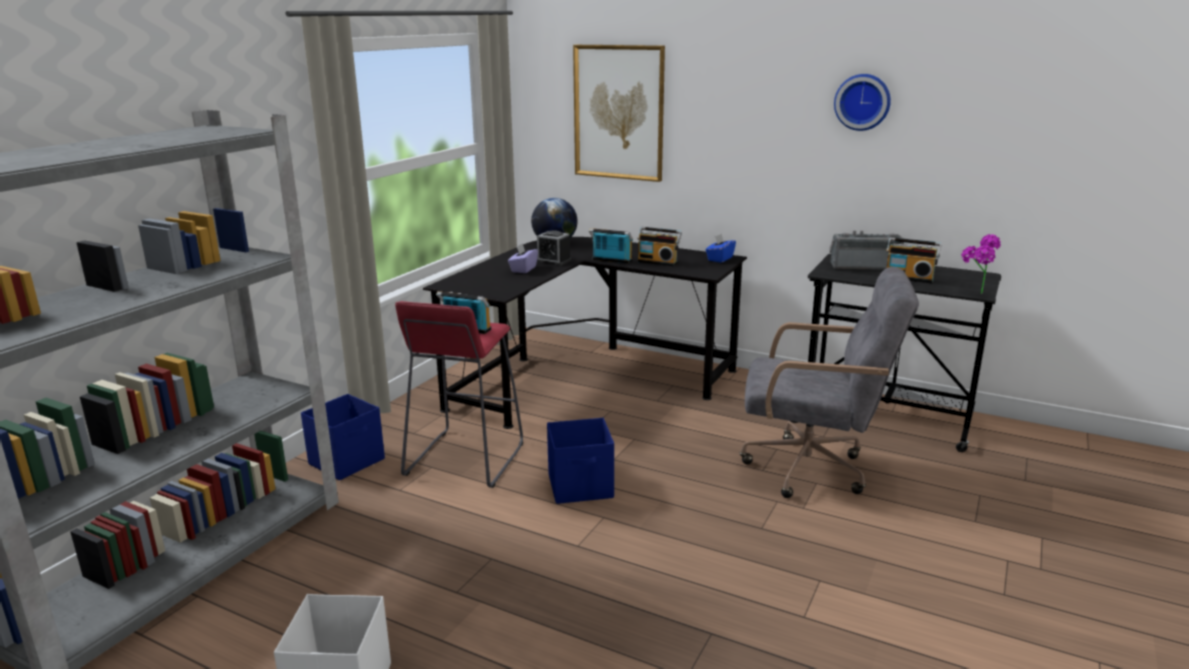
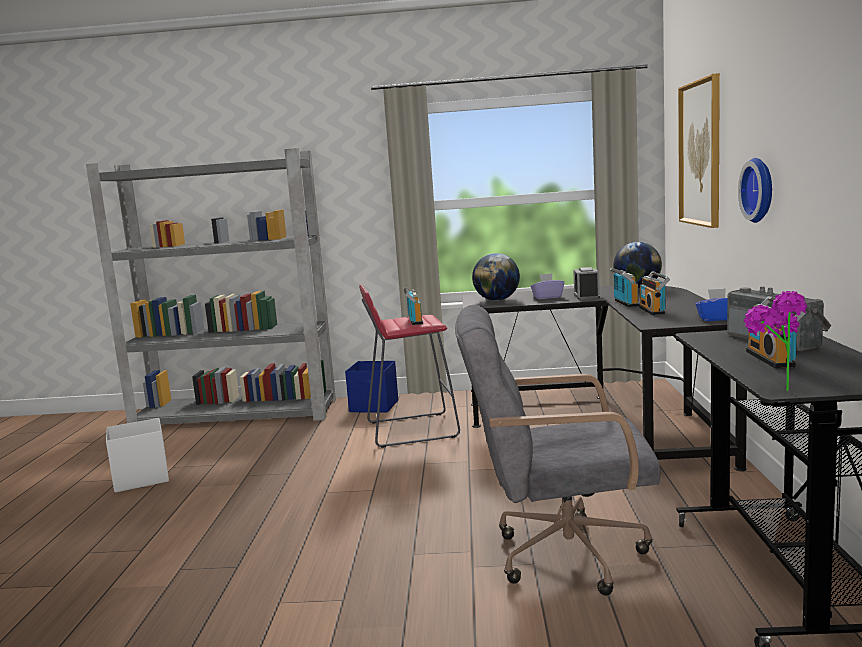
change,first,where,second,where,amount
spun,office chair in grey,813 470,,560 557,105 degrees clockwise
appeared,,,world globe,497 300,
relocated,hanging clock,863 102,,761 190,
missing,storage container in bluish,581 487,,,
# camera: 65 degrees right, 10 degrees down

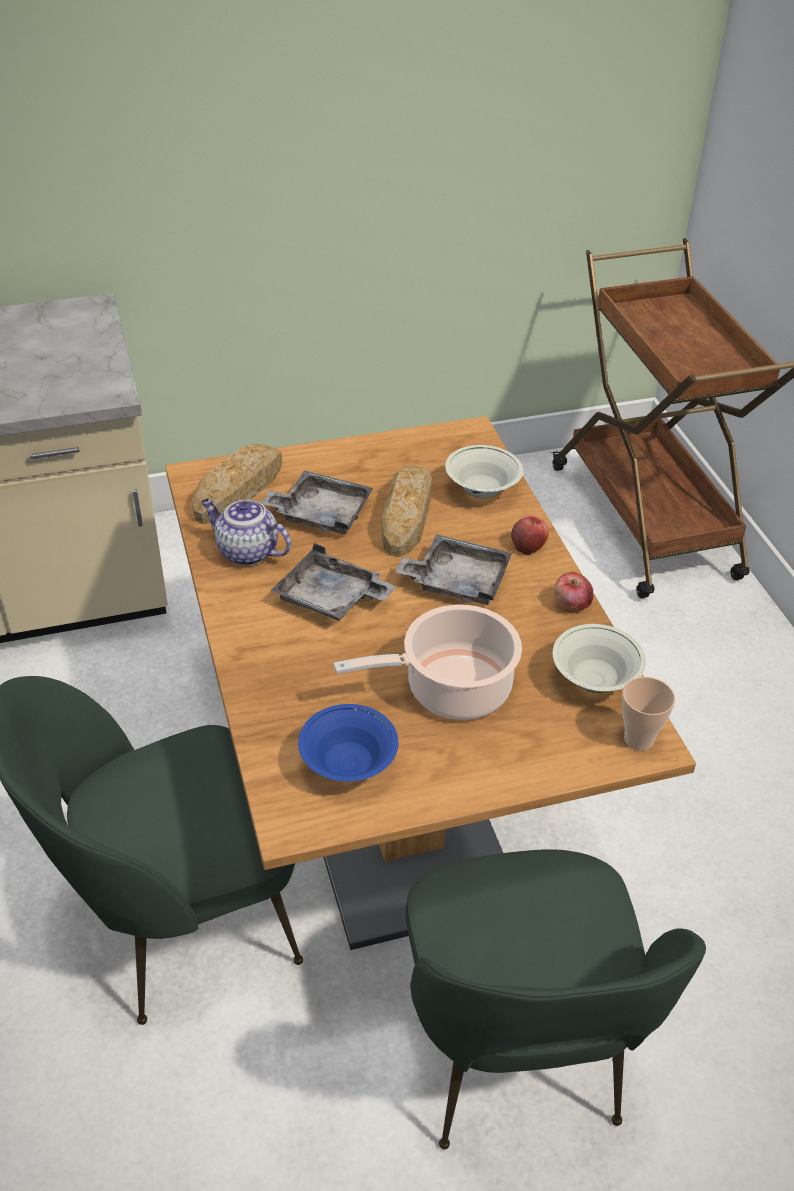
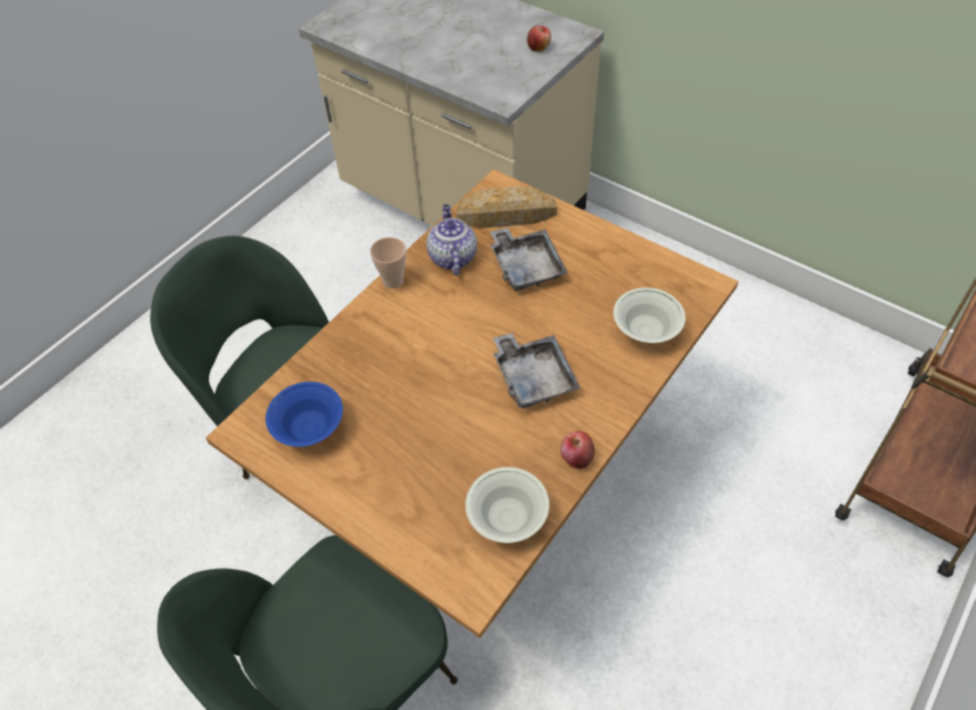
change,first,where,second,where,amount
relocated,drinking cup,638 739,,393 281,
relocated,apple,528 546,,538 47,
missing,carrying tray in grey,331 599,,,
missing,stockpot,451 689,,,
missing,bread,407 515,,,
# camera: 55 degrees right, 10 degrees up

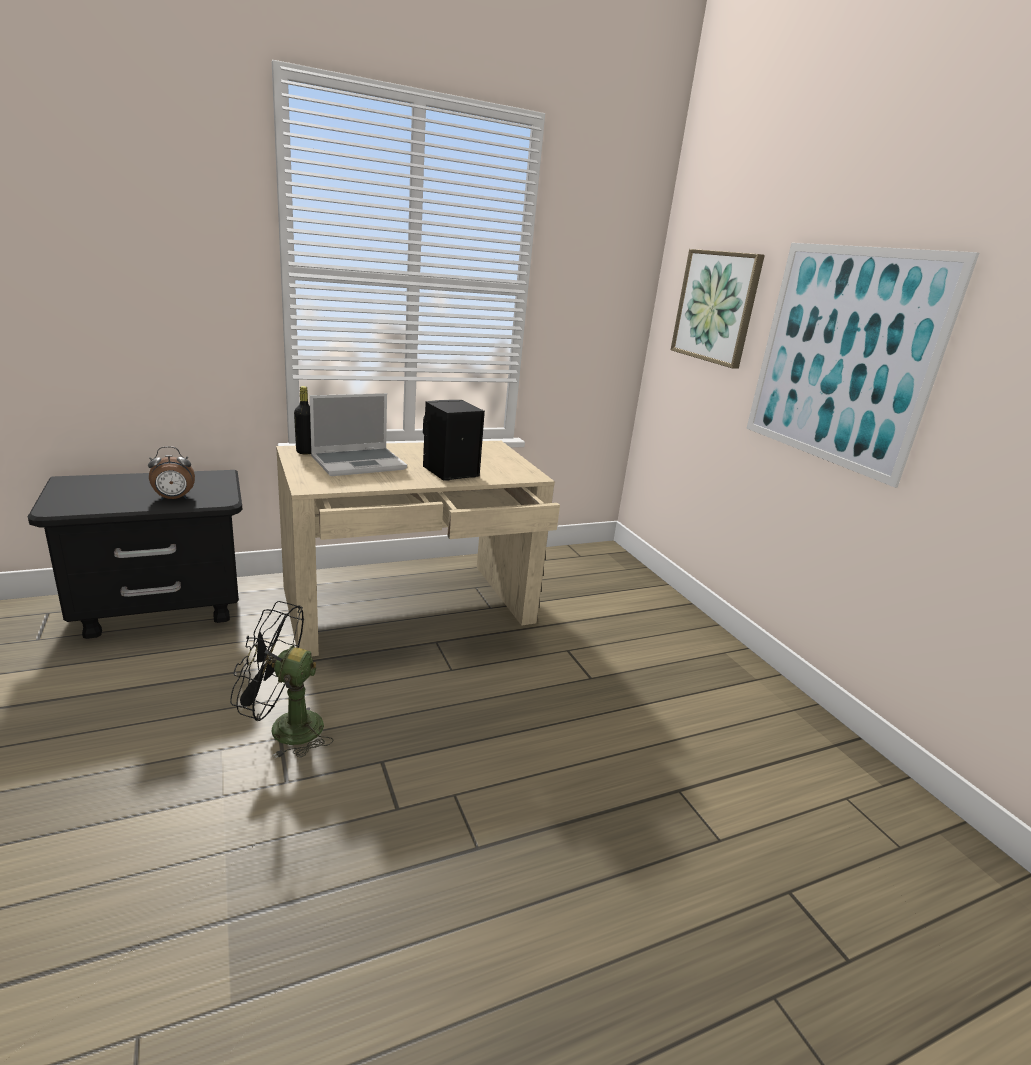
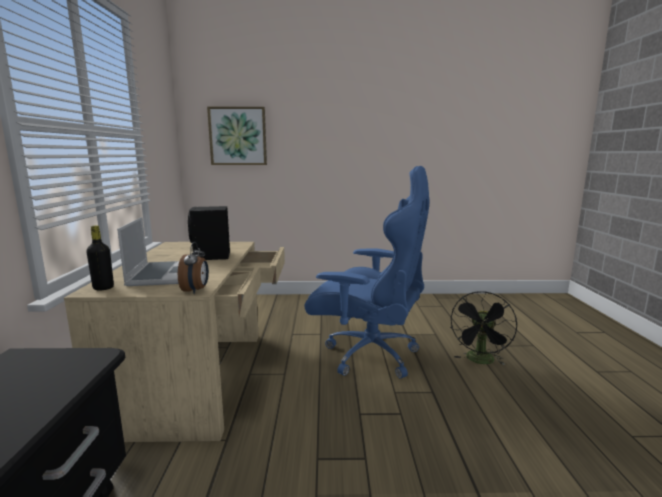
change,first,where,second,where,amount
relocated,bedside clock,174 499,,196 290,
appeared,,,office chair in bluish,365 354,
relocated,cooling fan in black,284 728,,480 361,
missing,picture,842 357,,,
# camera: 65 degrees left, 10 degrees down

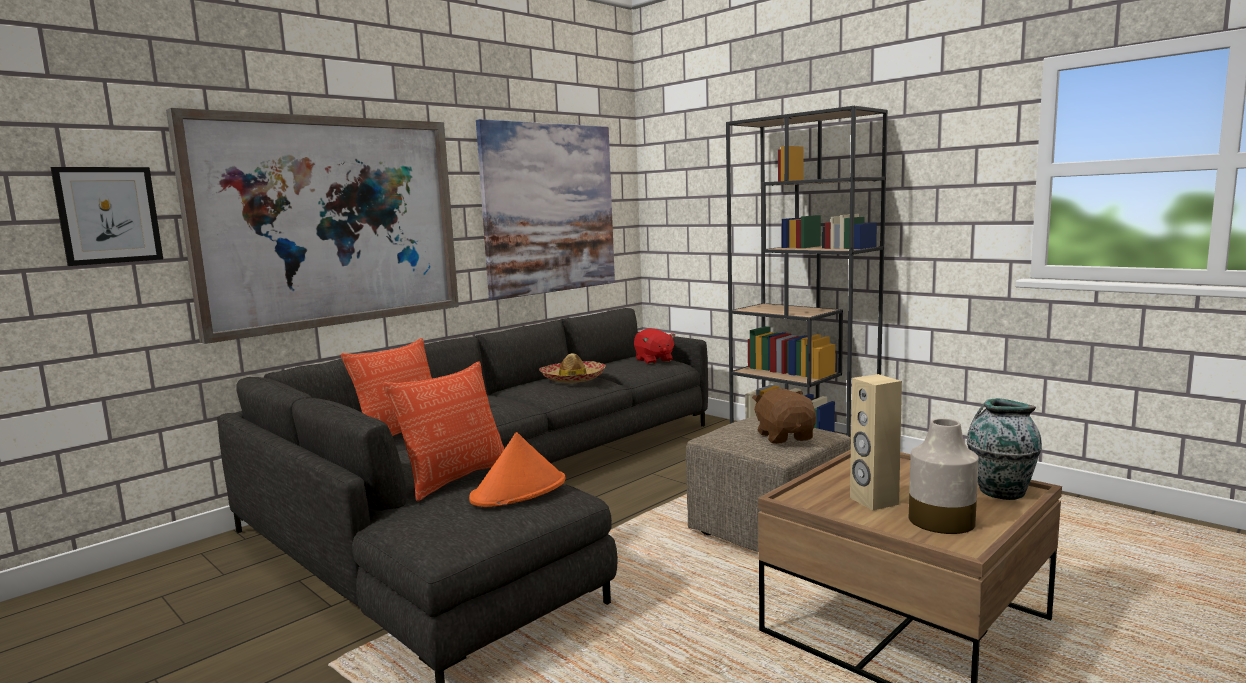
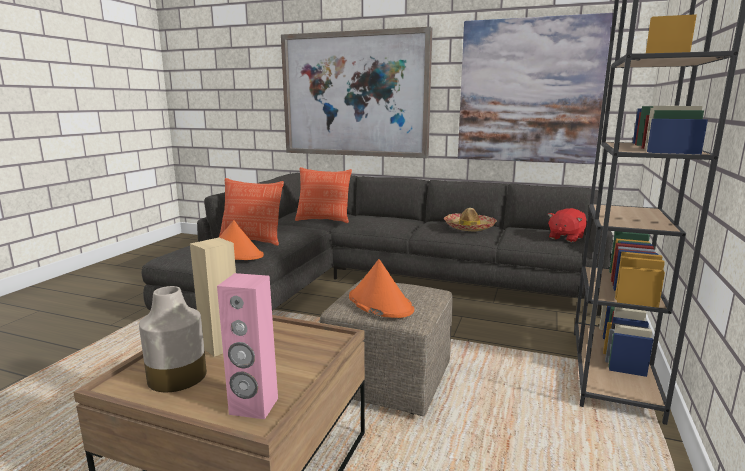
change,first,where,second,where,amount
exchanged,vase,1000 492,speaker in pinkish,253 406,
exchanged,plush toy in brown,785 437,hat in orange-coloured,380 303,
missing,picture,108 215,,,
# camera: 65 degrees right, 5 degrees up

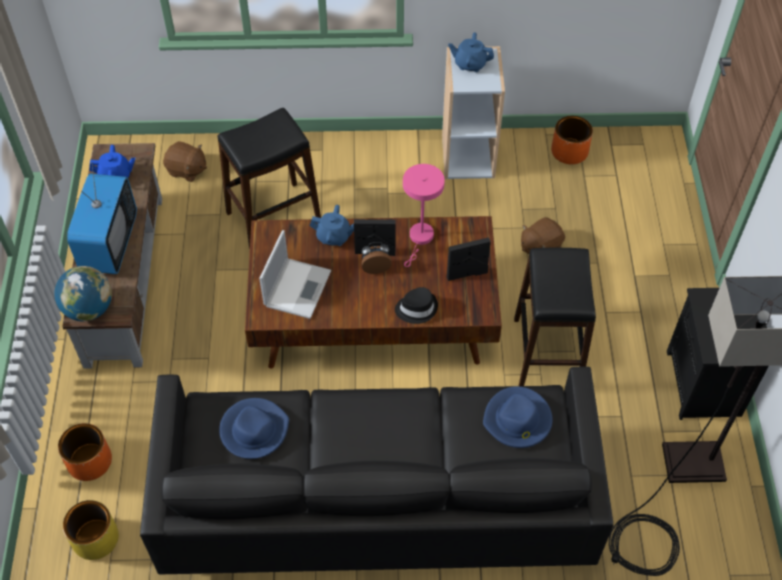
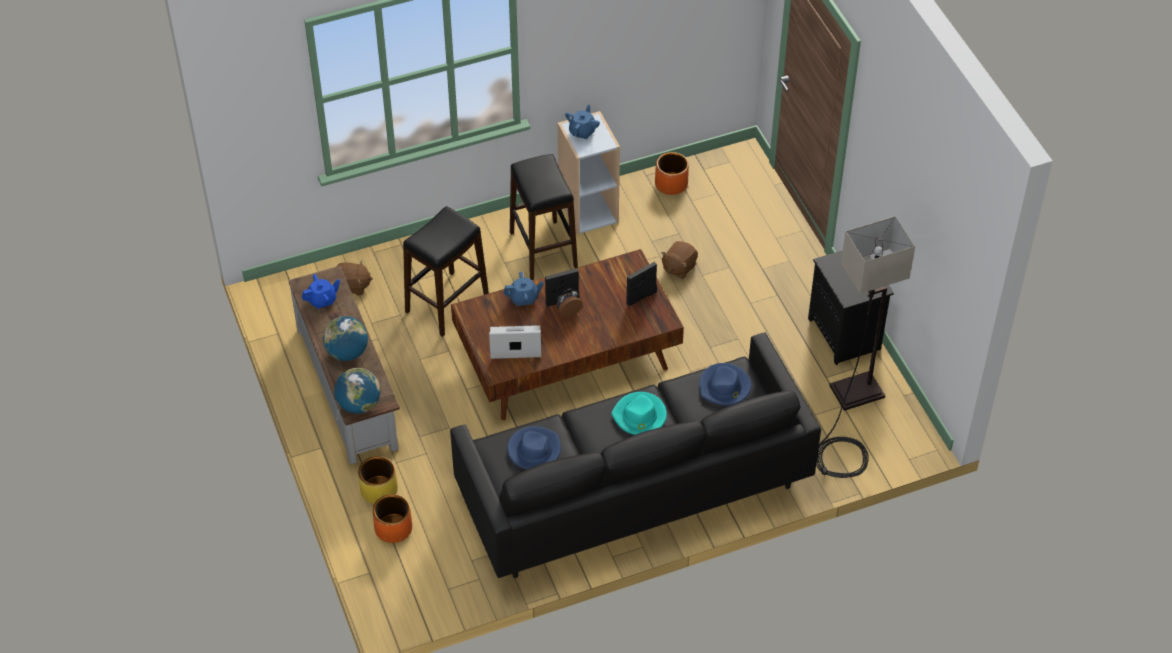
change,first,where,second,where,amount
exchanged,TV,109 243,world globe,347 352,
relocated,planter in yellowish,95 538,,378 490,
spun,notebook computer,298 287,,514 343,90 degrees counterclockwise
relocated,stool in black,547 354,,543 250,
spun,tea pot in bluish,470 64,,582 131,120 degrees clockwise
appeared,,,hat in turquoise-coloured,640 416,
missing,hat in black,416 308,,,
missing,lamp for a table in pinkish,420 238,,,
# camera: 20 degrees left, 5 degrees down

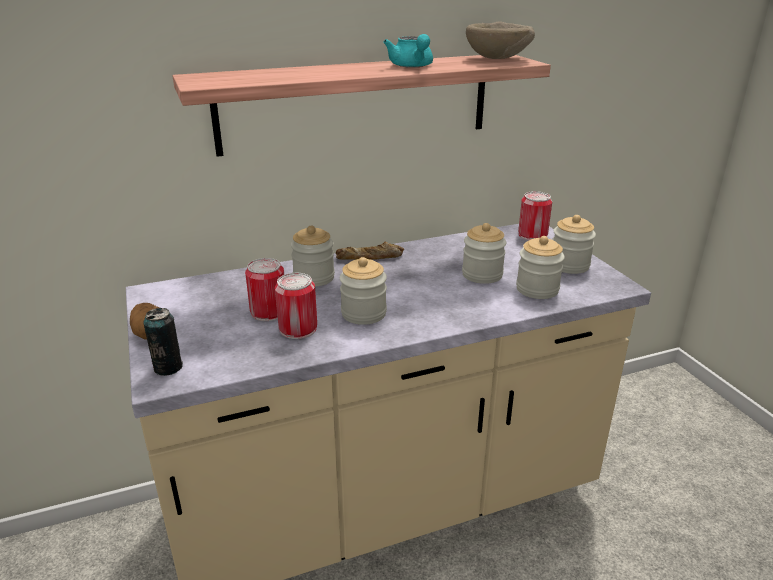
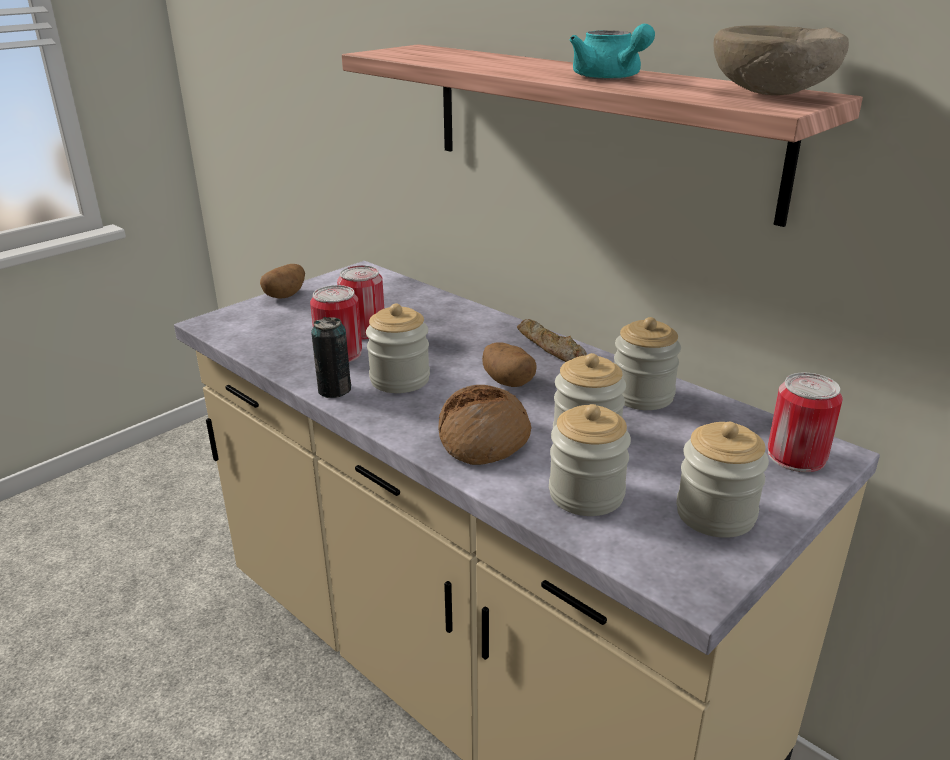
change,first,where,second,where,amount
relocated,metal can,168 367,,334 390,
appeared,,,bread,484 438,
appeared,,,whole potato,507 381,
spun,tea pot in turquoise-coloured,412 66,,610 78,75 degrees counterclockwise
relocated,storage jar,314 277,,642 395,
# camera: 65 degrees right, 0 degrees up

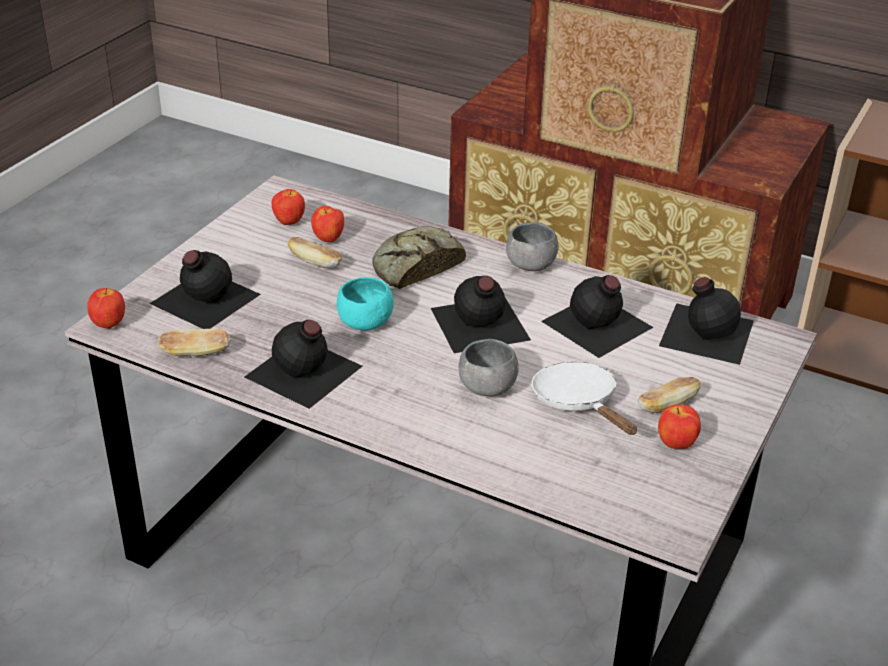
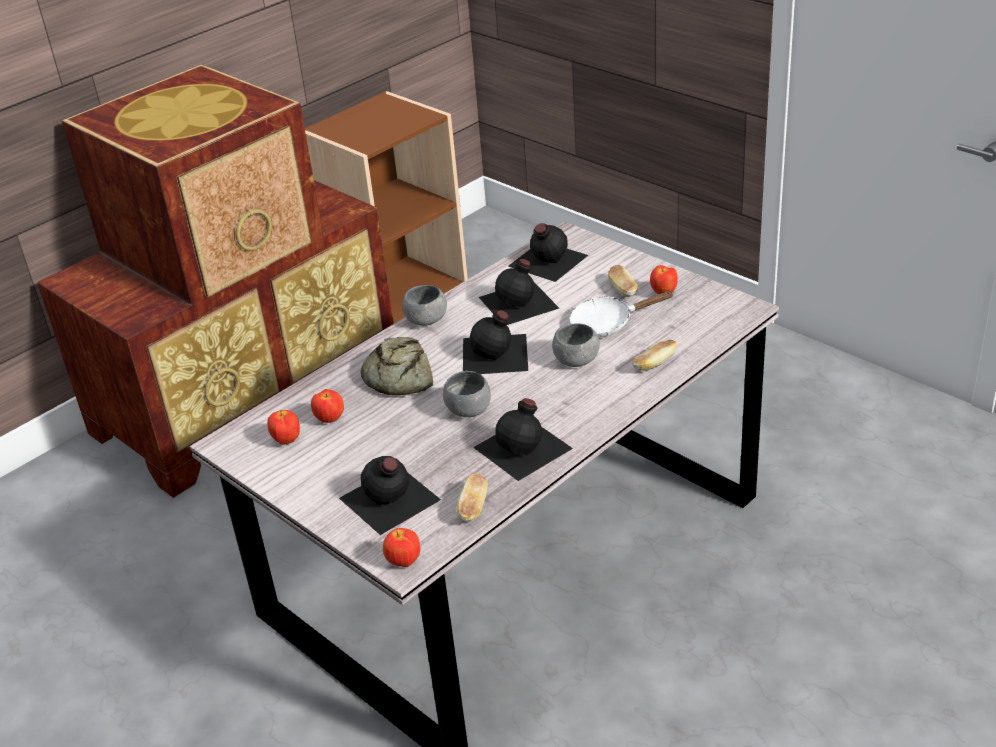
change,first,where,second,where,amount
colour,deep dish in turquoise-coloured,365 322,deep dish in grey,468 410,
relocated,bread,315 262,,654 364,
# camera: 70 degrees left, 0 degrees up

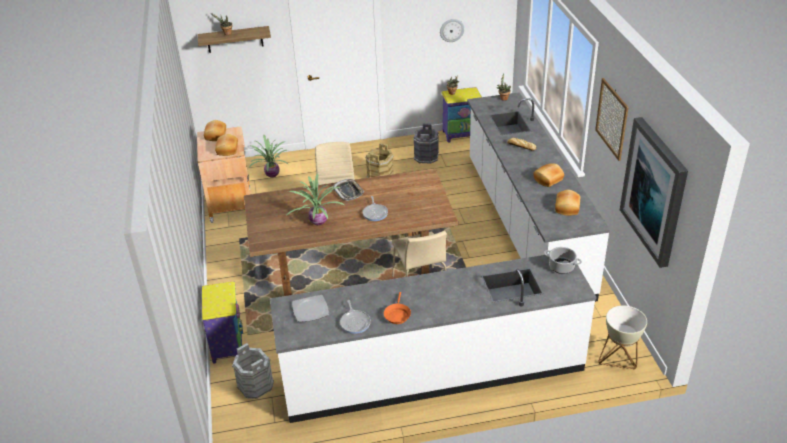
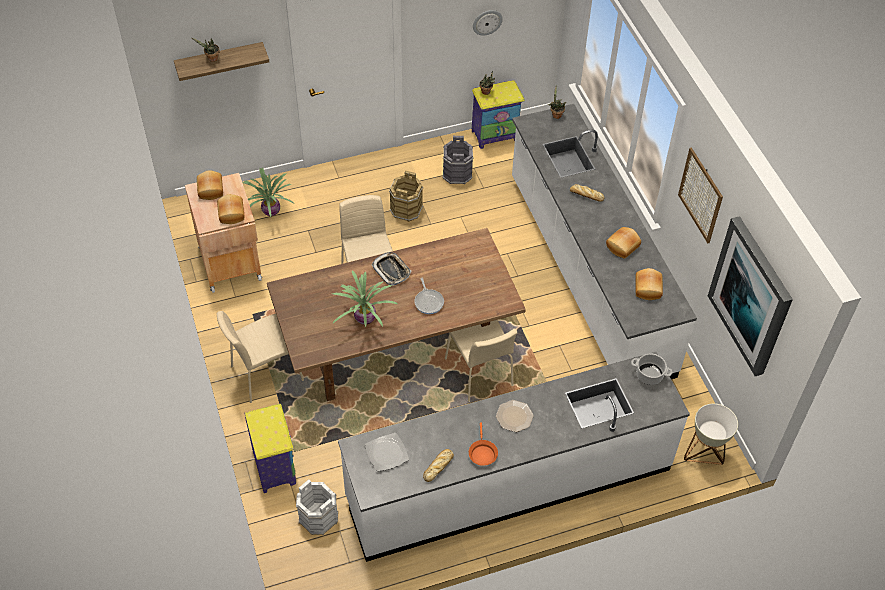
change,first,where,second,where,amount
appeared,,,plain chair in sand-coloured,264 374,
exchanged,pan,355 322,bread,438 466,
appeared,,,plate,514 416,
# camera: 10 degrees left, 15 degrees up

